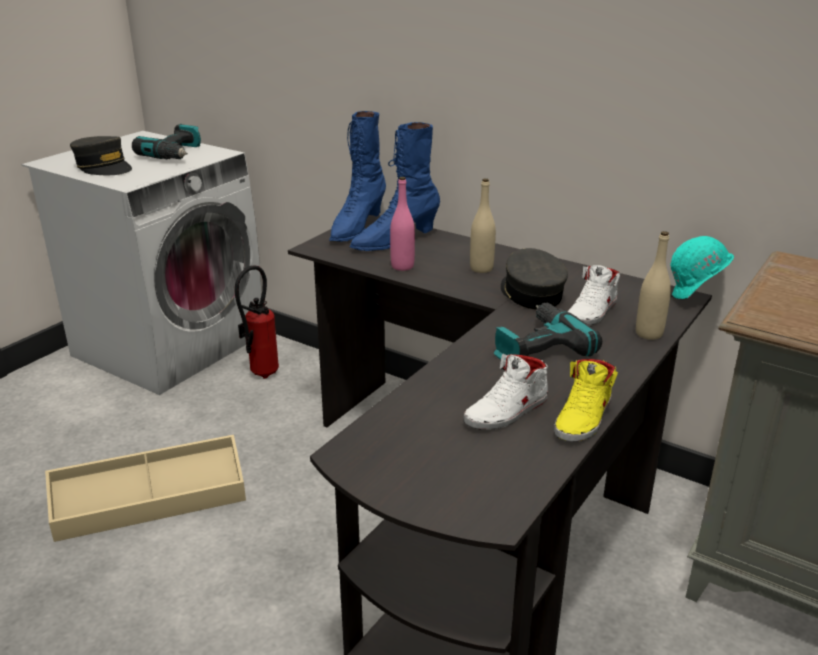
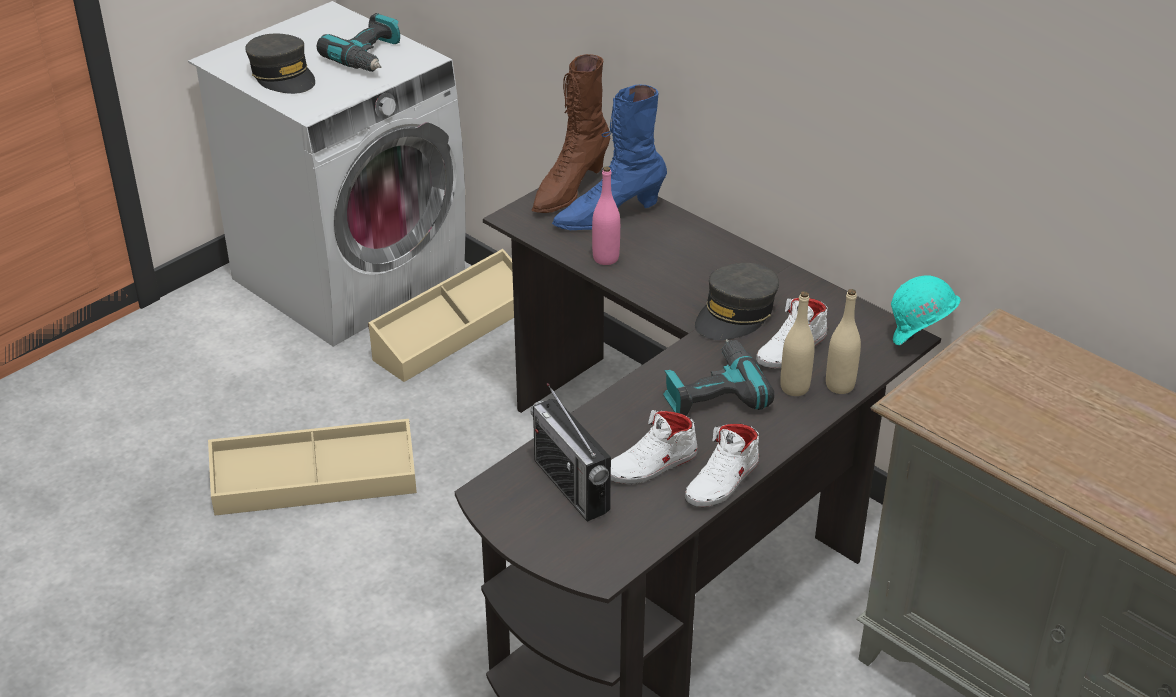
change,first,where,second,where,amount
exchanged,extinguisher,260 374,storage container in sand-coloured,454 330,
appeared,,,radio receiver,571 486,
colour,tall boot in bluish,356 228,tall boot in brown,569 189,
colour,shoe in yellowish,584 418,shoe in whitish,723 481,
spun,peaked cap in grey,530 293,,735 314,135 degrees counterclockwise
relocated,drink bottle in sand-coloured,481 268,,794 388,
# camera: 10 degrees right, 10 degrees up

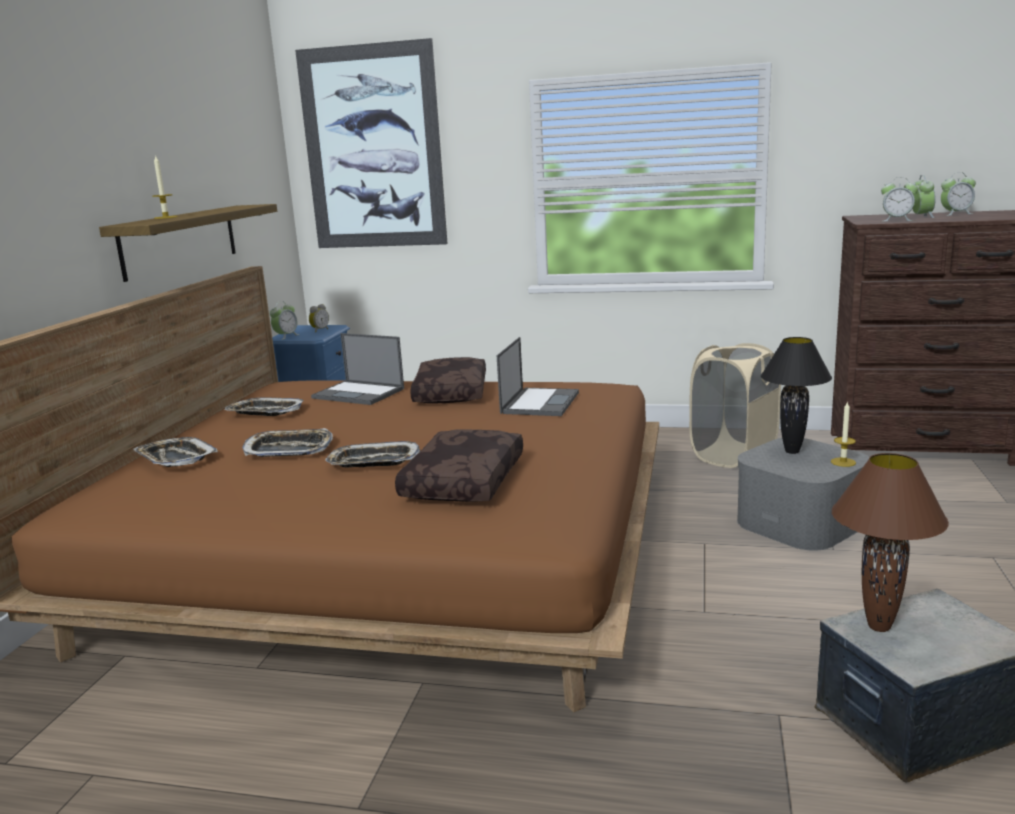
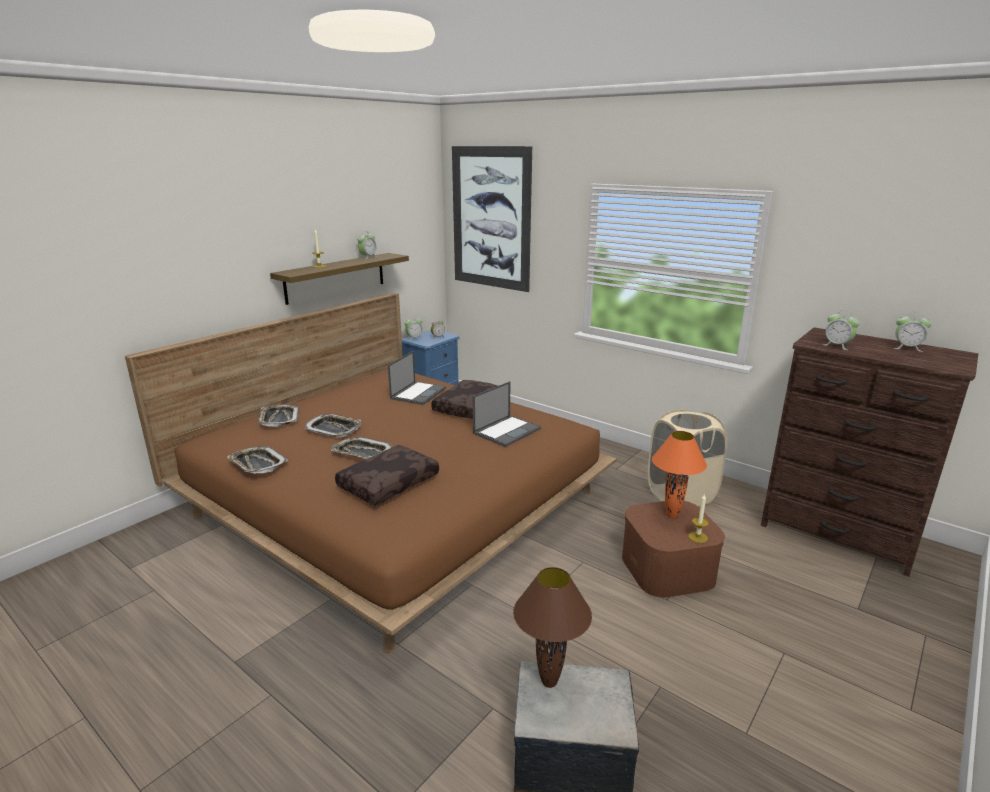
change,first,where,second,where,amount
relocated,carrying tray,265 412,,257 464,
relocated,bedside clock,921 216,,368 257,
spun,notebook computer,359 393,,418 393,120 degrees counterclockwise
colour,storage container in grey,800 522,storage container in brown,668 568,
colour,lamp for a table in black,792 452,lamp for a table in orange-coloured,672 515,
# camera: 25 degrees right, 5 degrees up

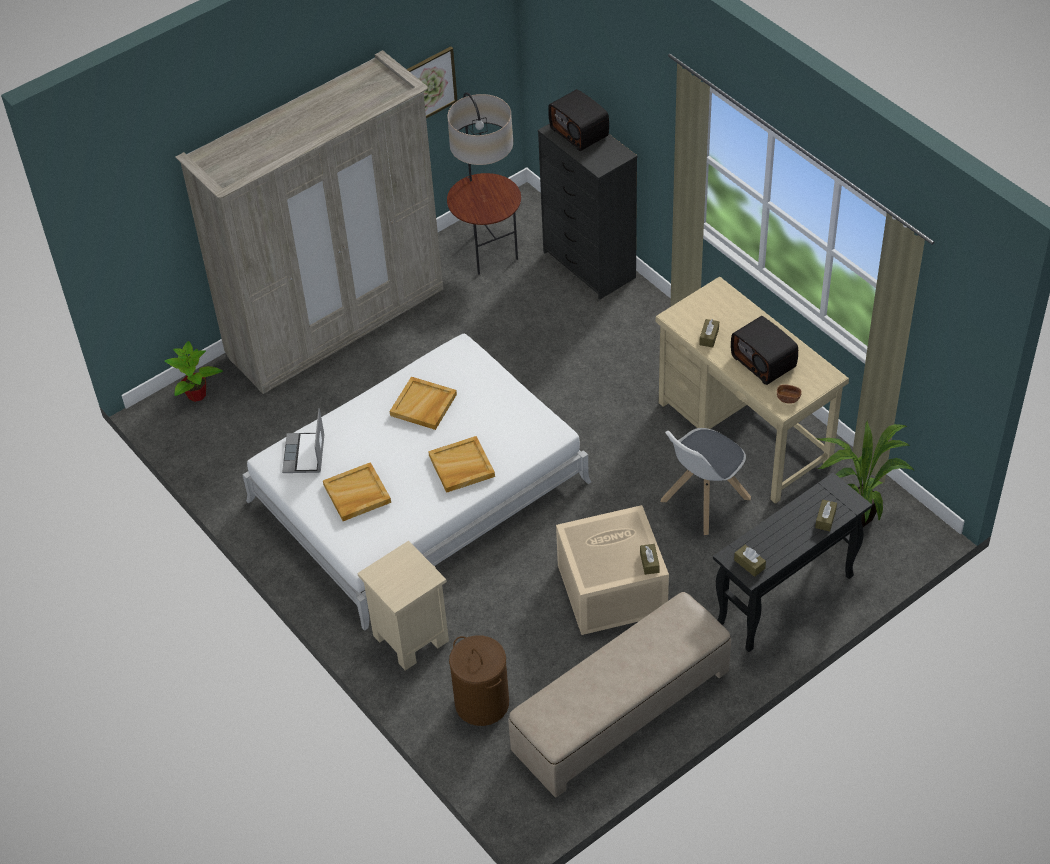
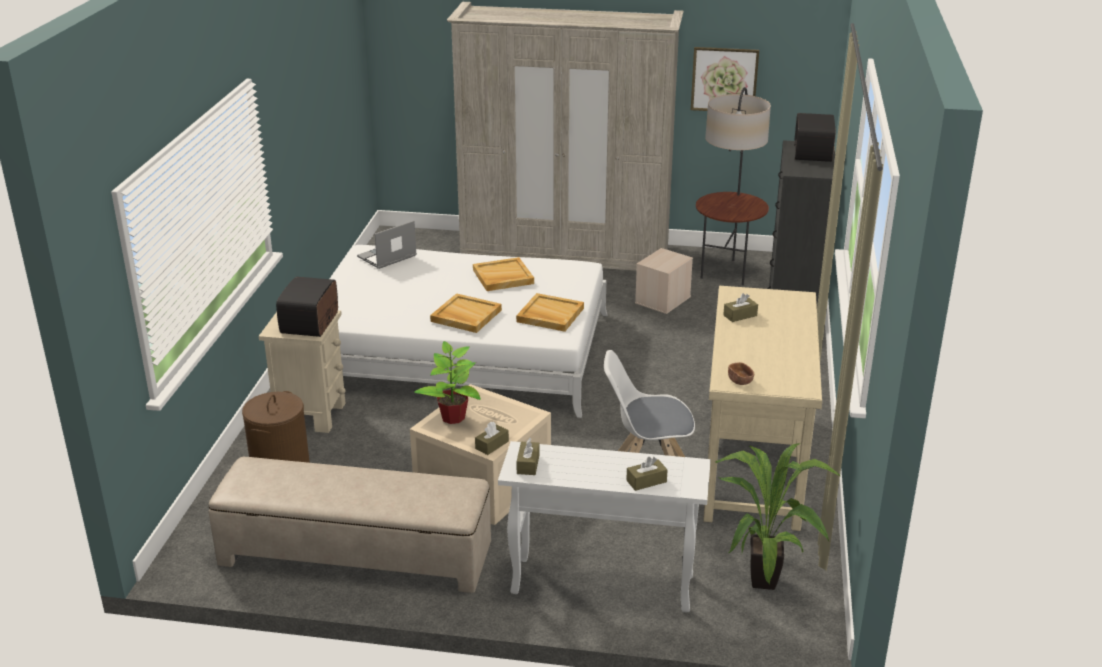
change,first,where,second,where,amount
relocated,radio receiver,764 362,,311 323,
relocated,potted plant,197 395,,453 418,
colour,console table in black,784 601,console table in whitish,600 585,
relocated,carrying tray in sand-coloured,356 494,,549 315,
appeared,,,storage container in sand-coloured,663 300,
# camera: 45 degrees right, 20 degrees down

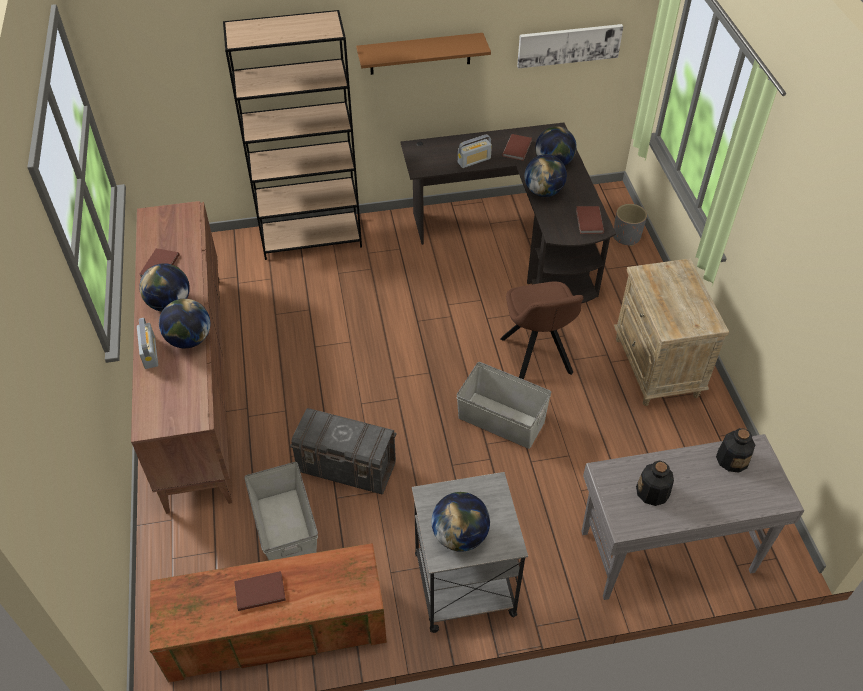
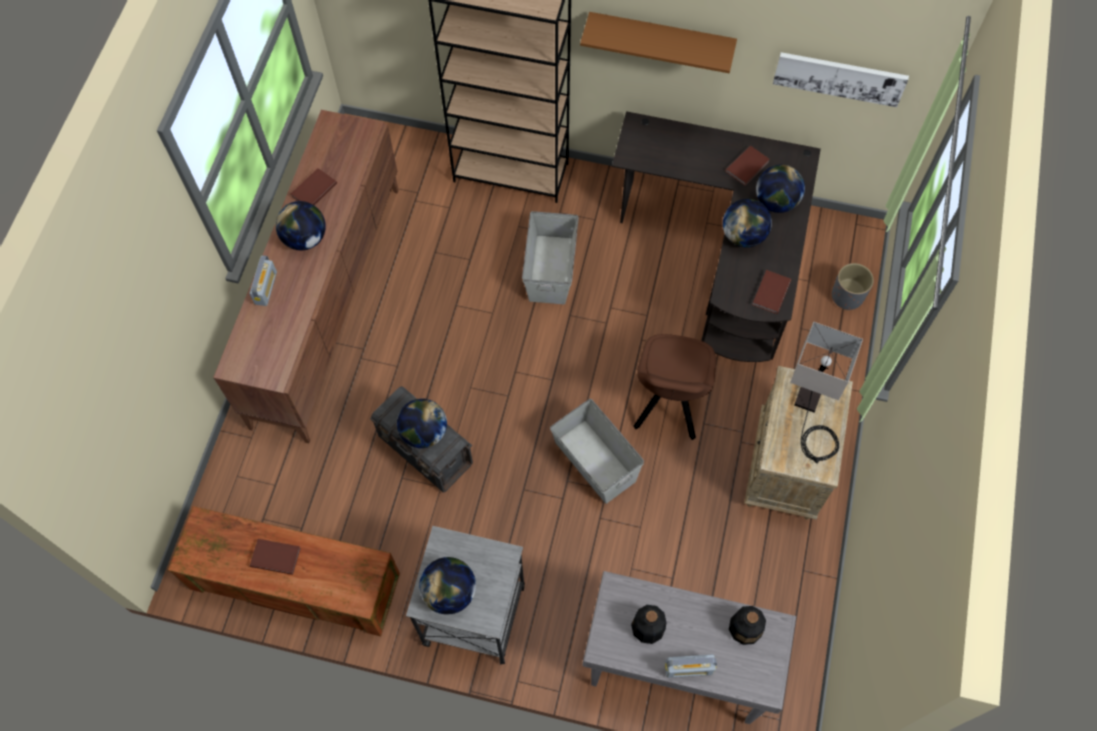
change,first,where,second,where,amount
relocated,world globe,189 339,,424 432,
relocated,storage container in grey,286 529,,551 269,
relocated,radio receiver,474 160,,688 668,
appeared,,,lamp for a table,811 417,
# camera: 25 degrees right, 15 degrees up

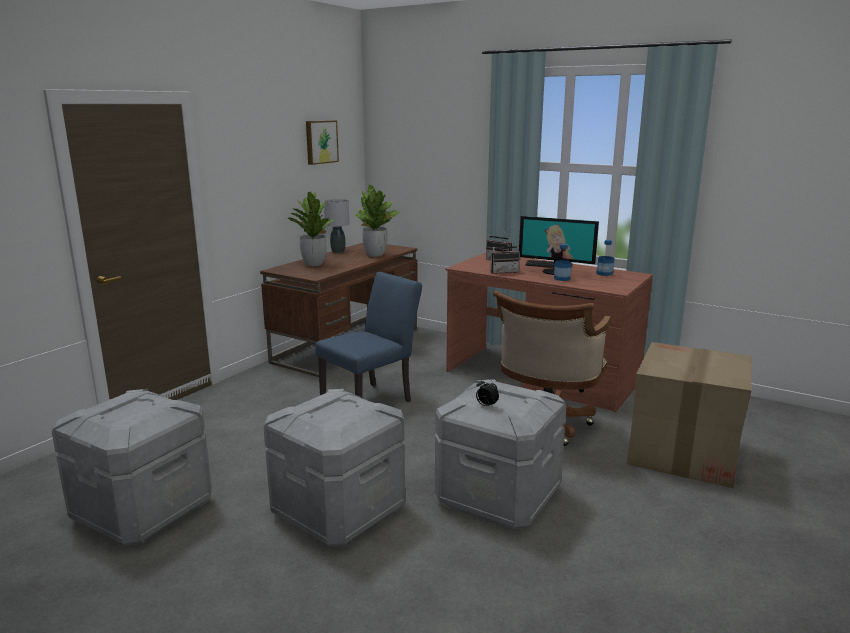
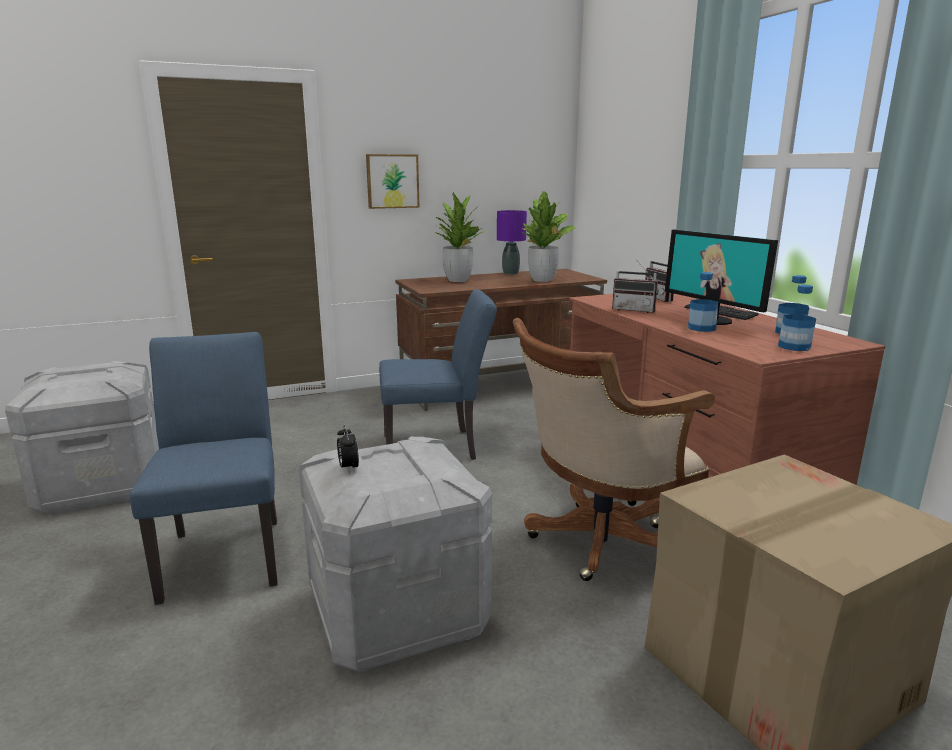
change,first,where,second,where,amount
exchanged,storage container in grey,339 510,plain chair in bluish,225 552,
relocated,picture,320 142,,392 181,
colour,lamp for a table in grey,338 251,lamp for a table in purple,510 273,
appeared,,,drink bottle,794 347,
# camera: 35 degrees right, 0 degrees up

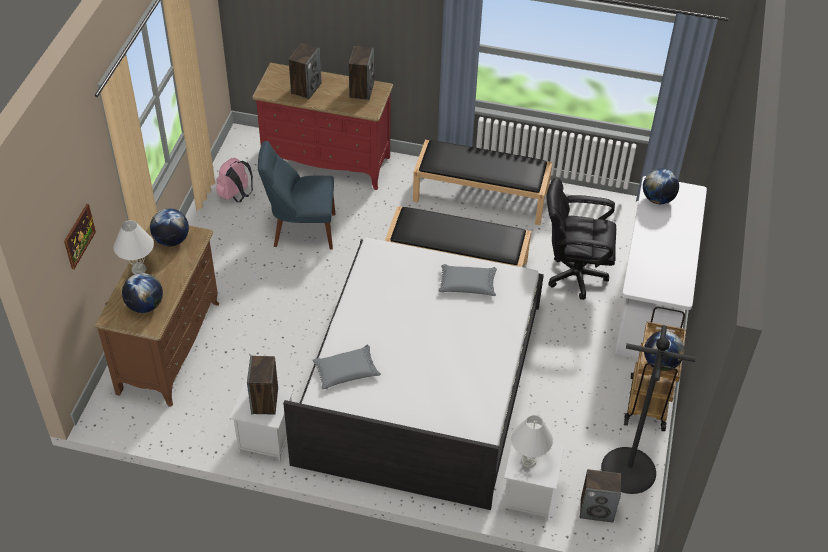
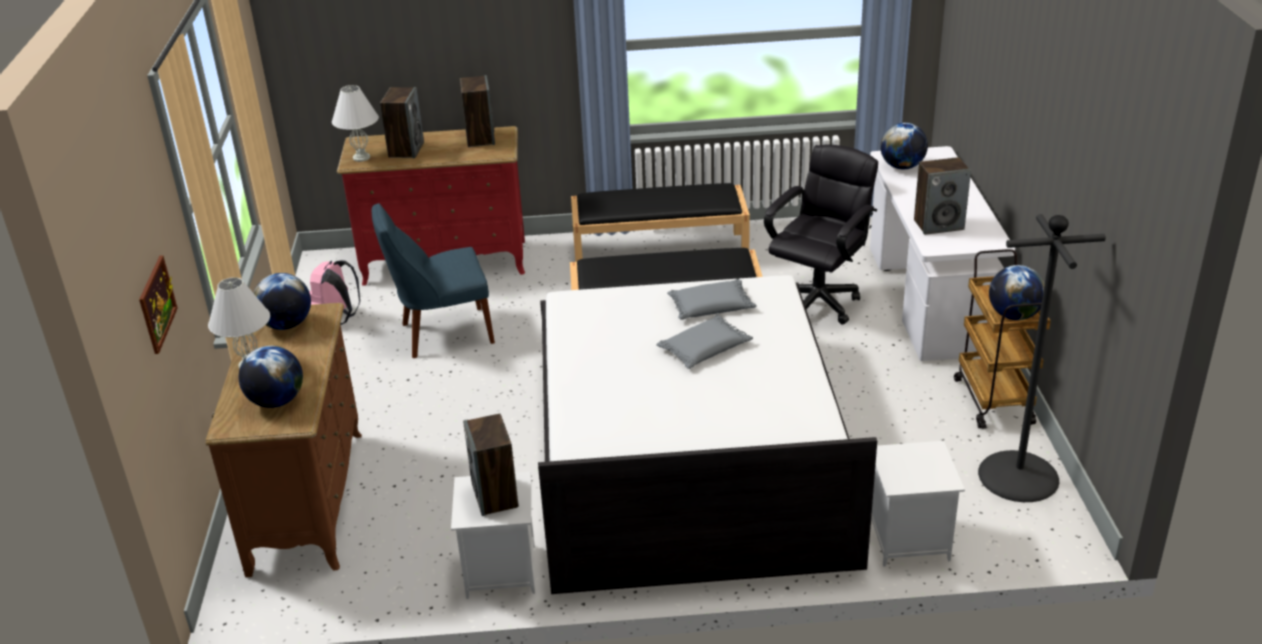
change,first,where,second,where,amount
relocated,lamp for a table in whitish,528 460,,361 157,
relocated,pillow in grey,346 370,,704 347,
spun,office chair in black,573 277,,820 302,135 degrees clockwise
relocated,speaker,597 509,,939 225,
# camera: 15 degrees left, 15 degrees down

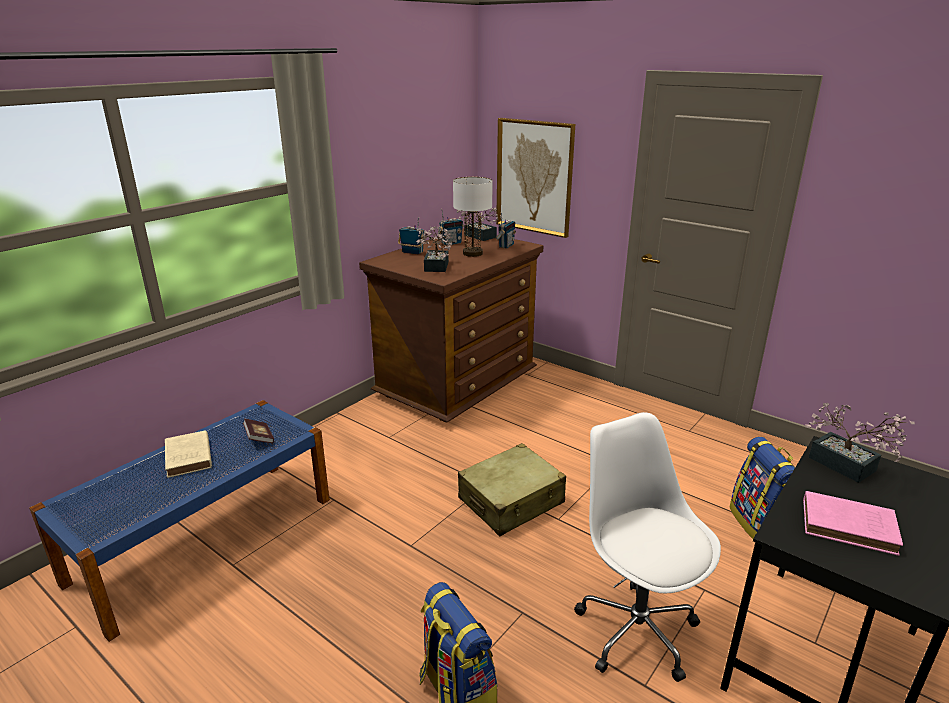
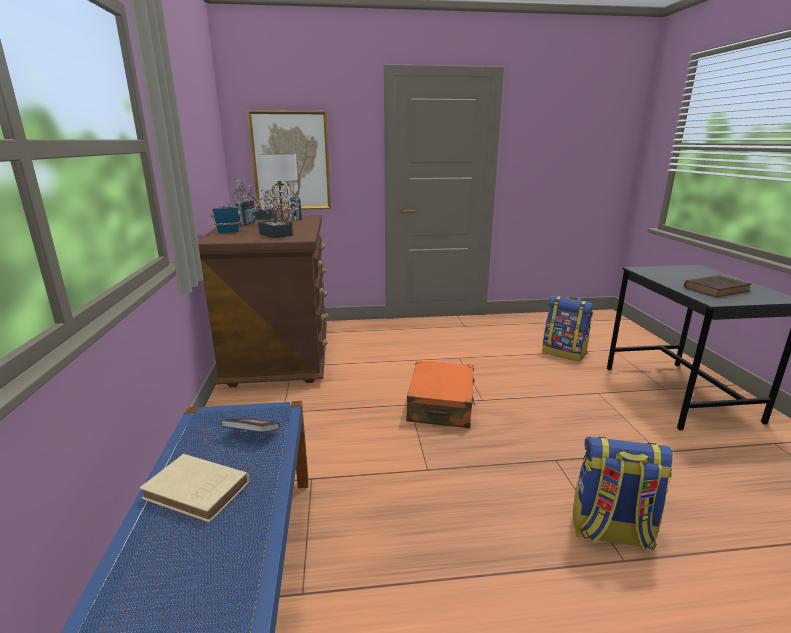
change,first,where,second,where,amount
colour,travel case in sand-coloured,511 501,travel case in orange-coloured,441 405,
colour,volume in pinkish,851 527,volume in brown,717 289,
missing,office chair in whitish,634 630,,,
missing,potted plant,848 468,,,
# camera: 45 degrees left, 5 degrees down

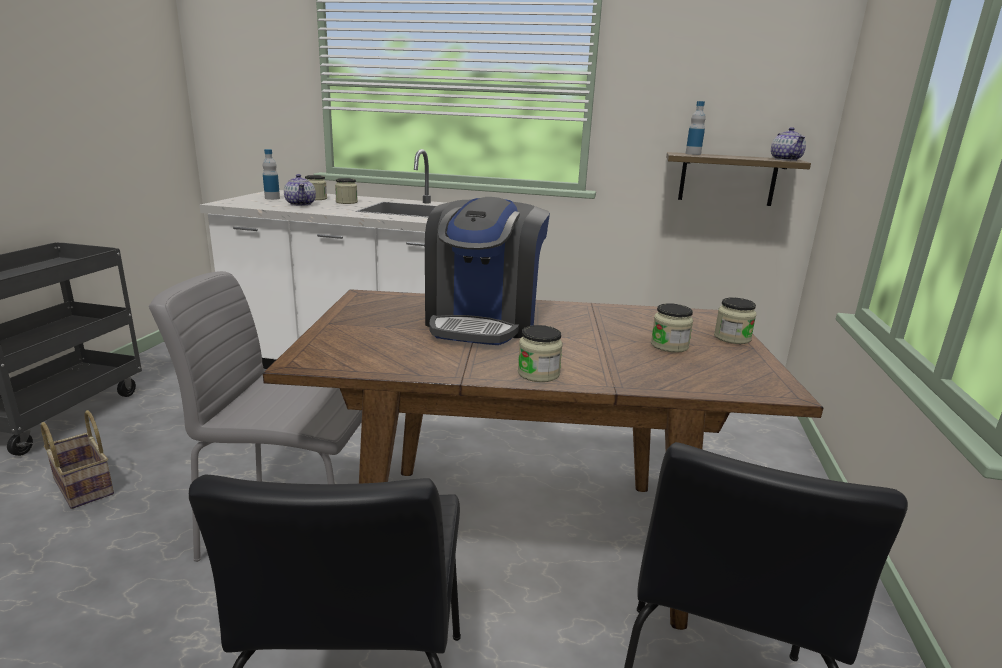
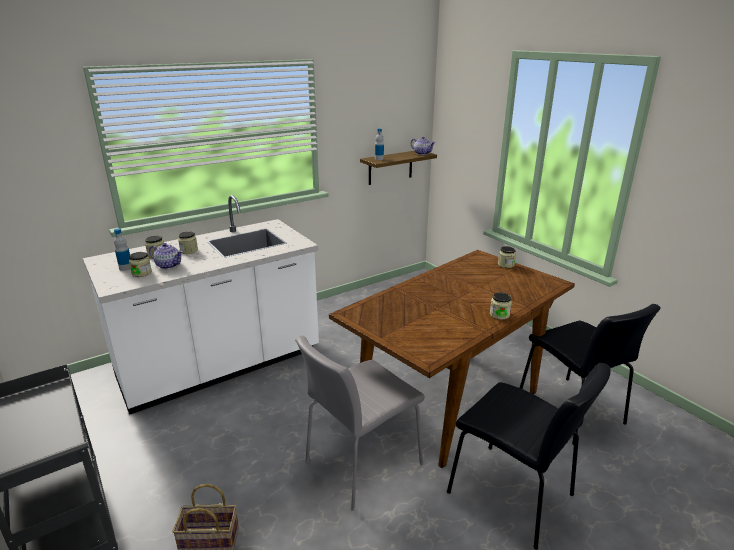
change,first,where,second,where,amount
relocated,storage jar,669 346,,141 273,
missing,coffee machine,483 322,,,
# camera: 45 degrees left, 5 degrees up

